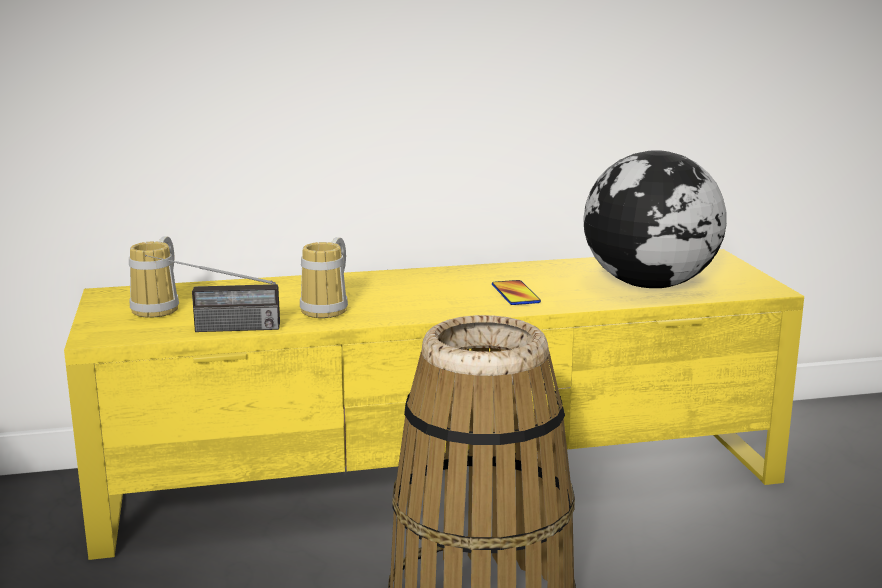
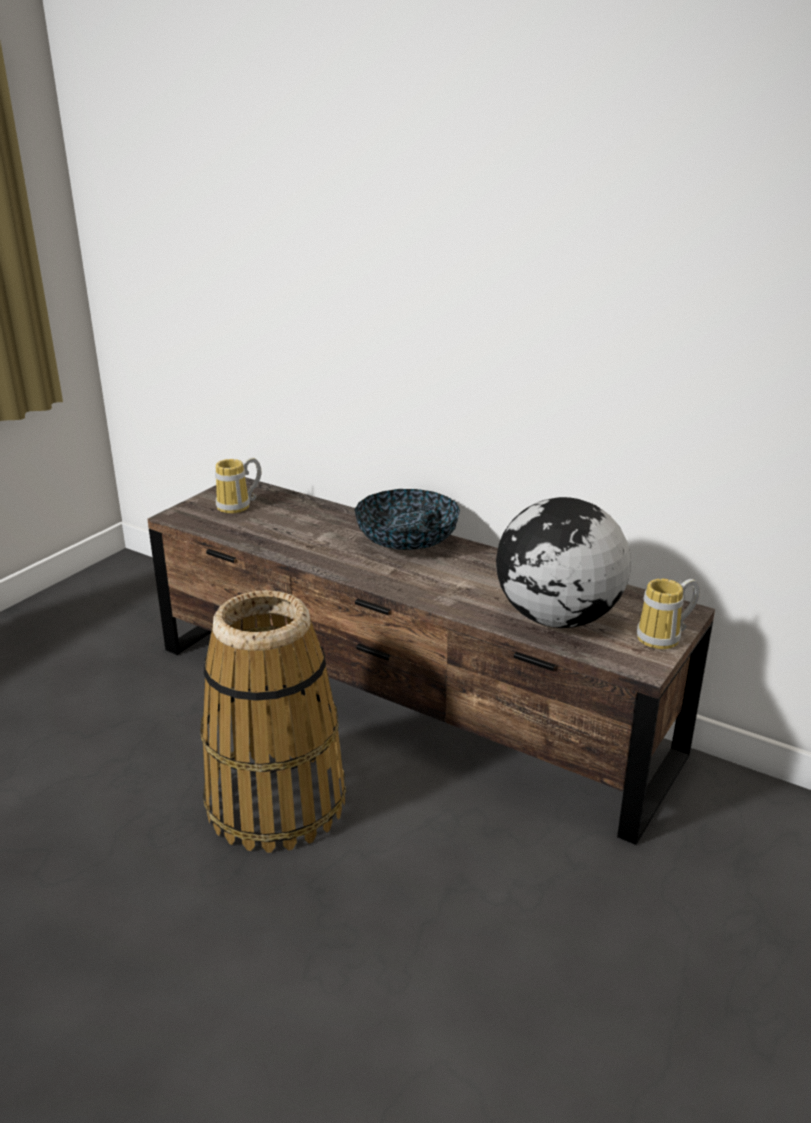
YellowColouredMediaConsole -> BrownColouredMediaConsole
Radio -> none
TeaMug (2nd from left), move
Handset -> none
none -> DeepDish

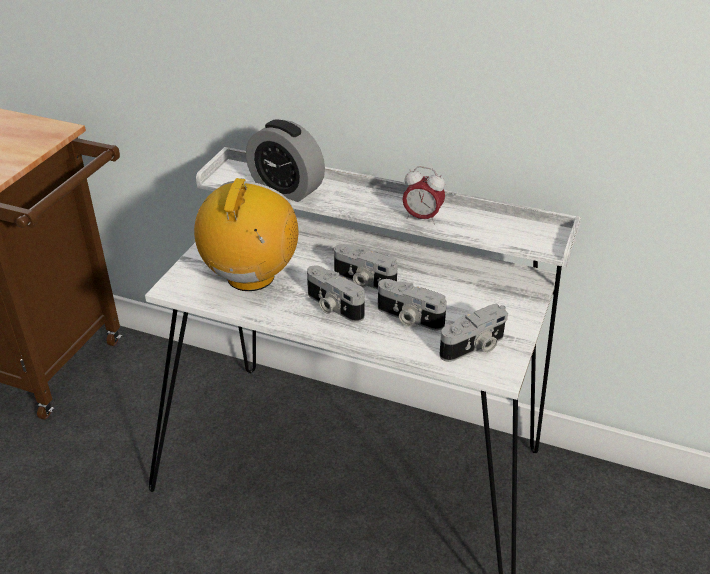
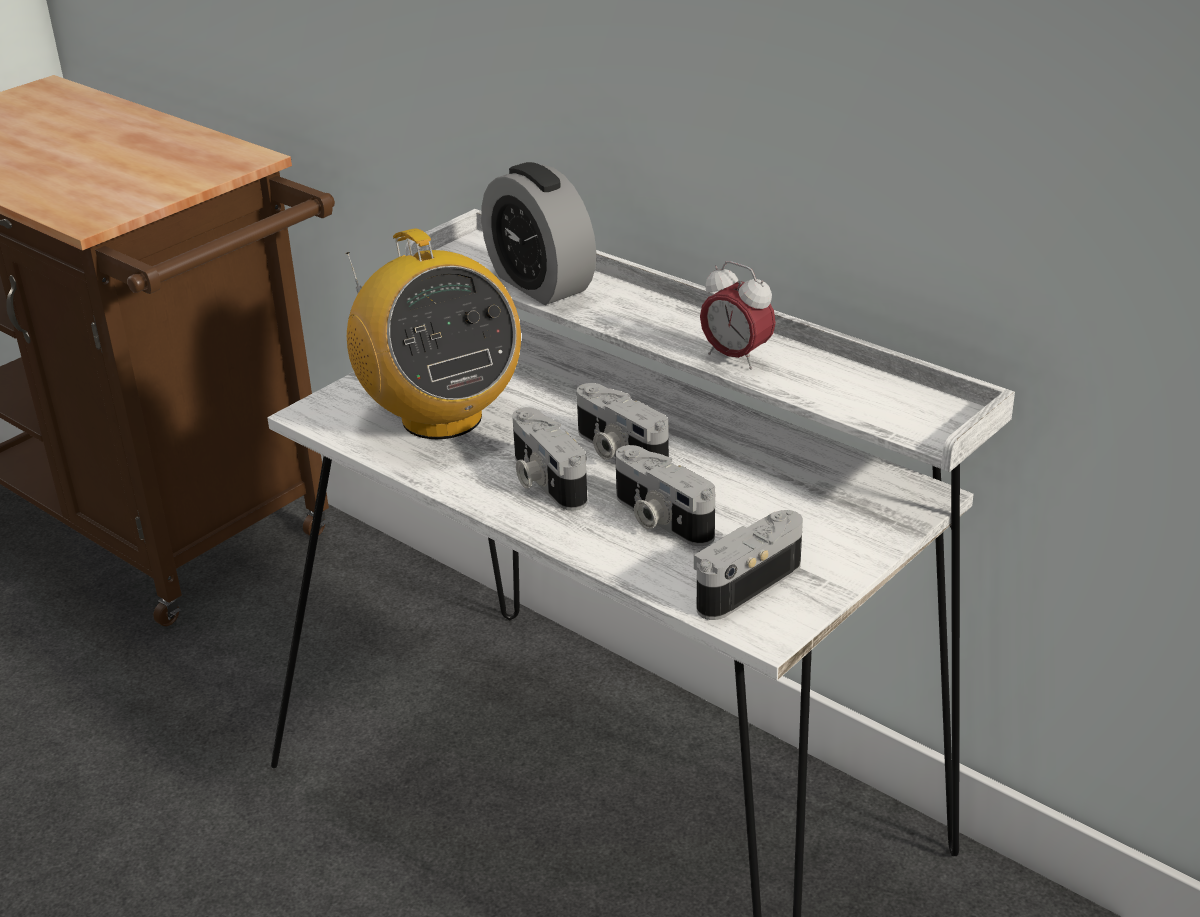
Radio, 120 degrees clockwise
PhotoCamera (4th from left), 150 degrees clockwise

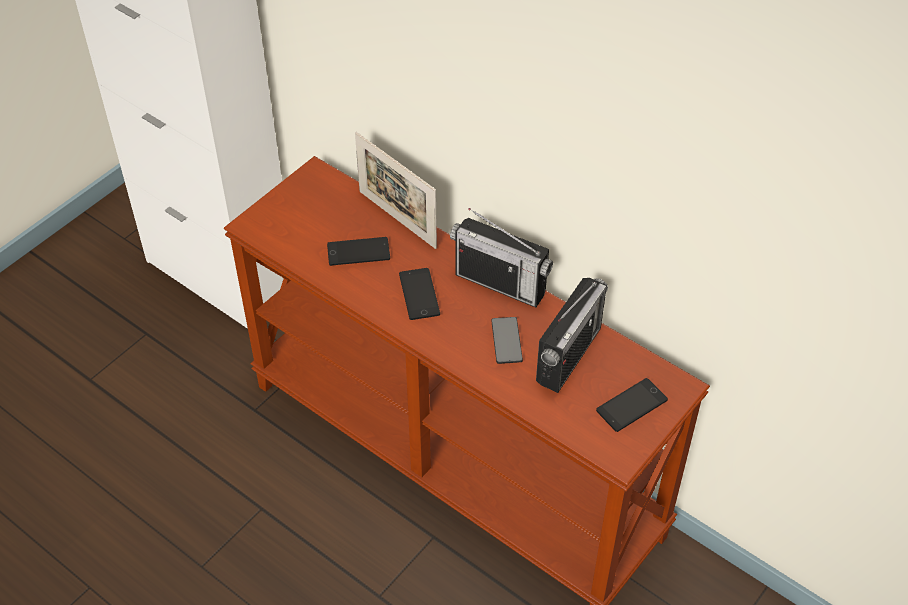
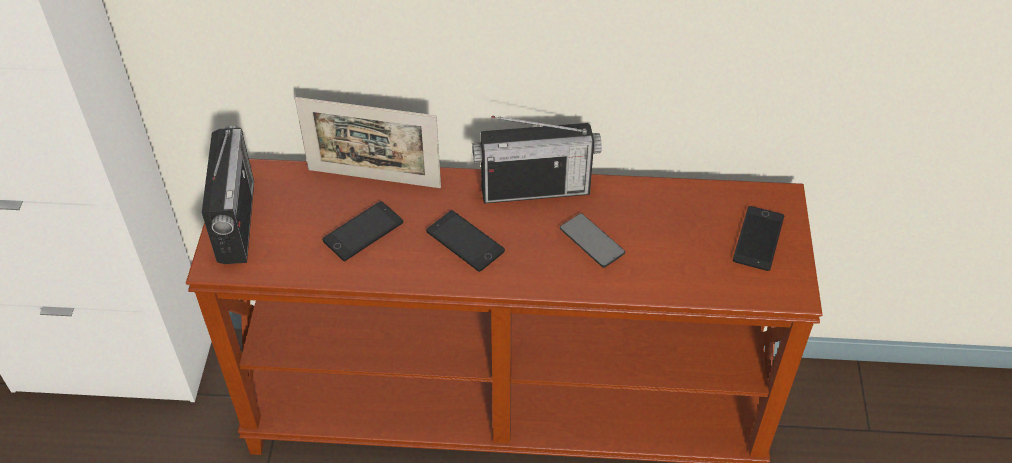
Radio (2nd from left in the first image) -> Radio (1st from left), move

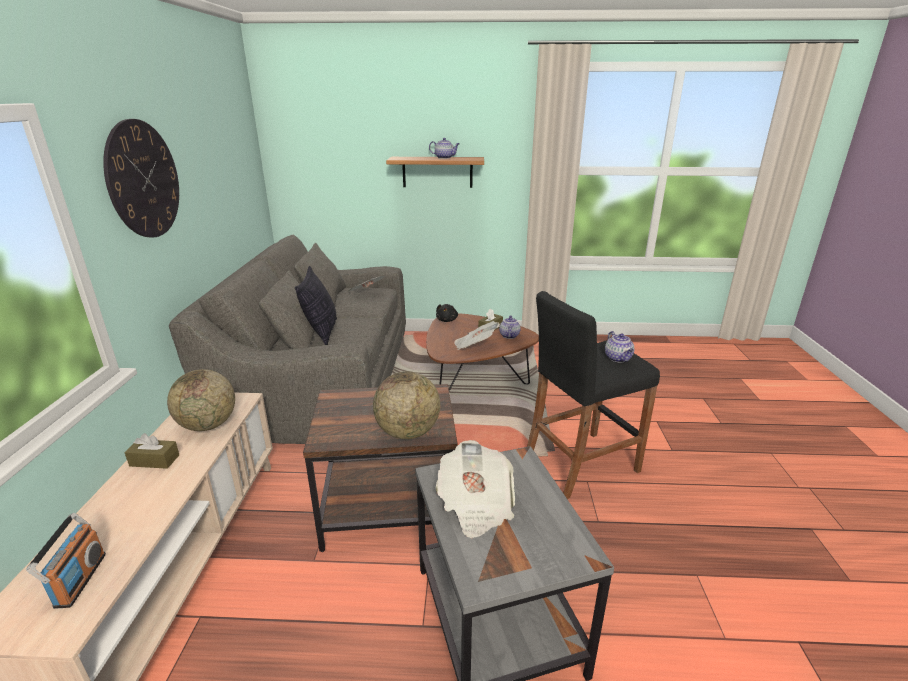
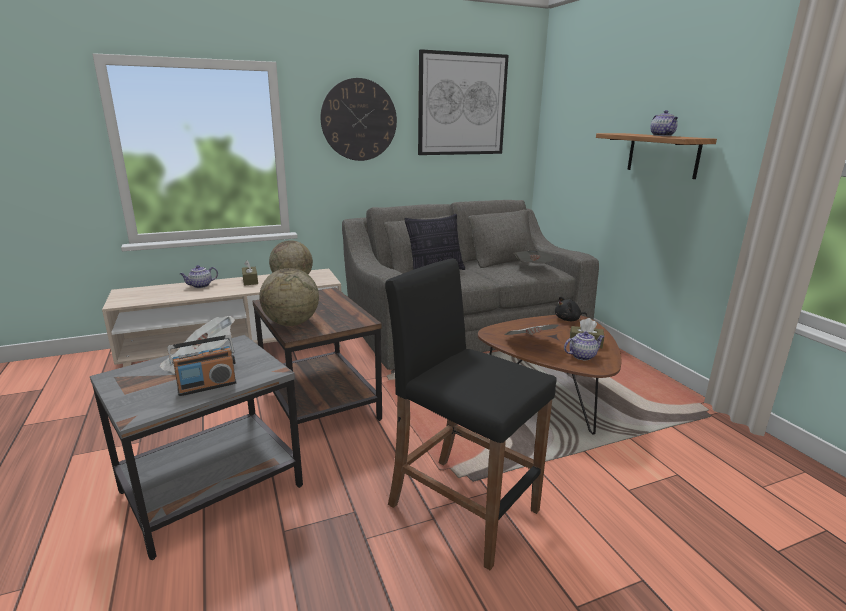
Radio, move
TeaPot (3rd from left in the first image) -> TeaPot (1st from left), move
none -> Picture

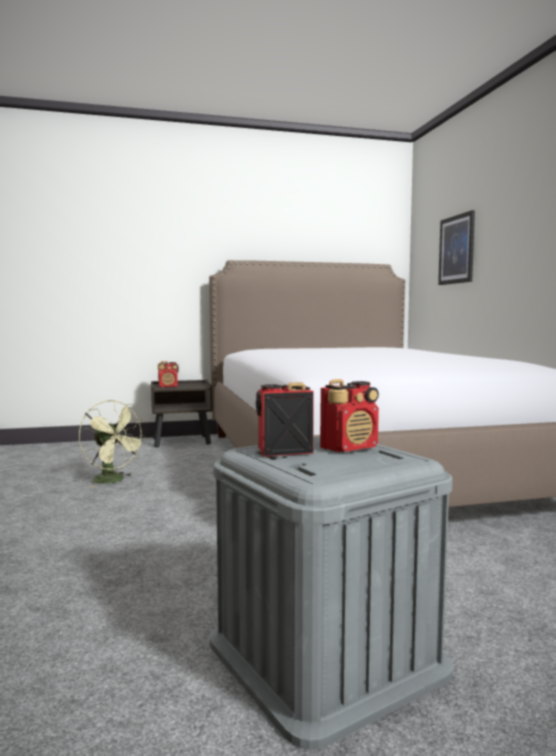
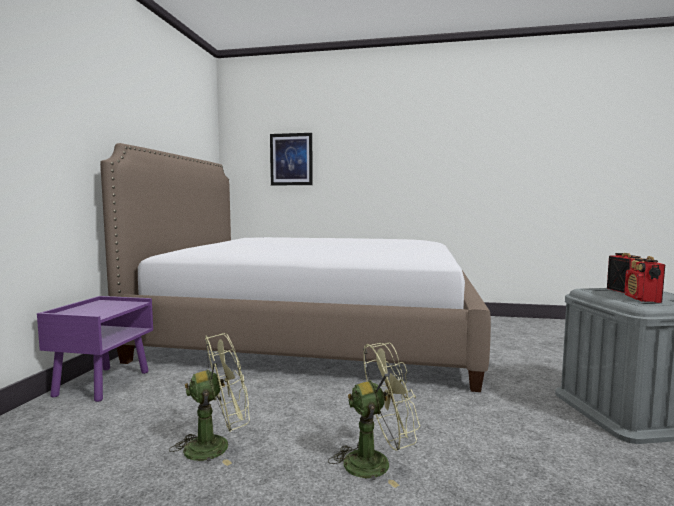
BrownColouredNightstand -> PurplishNightstand
Radio (1st from left) -> none
none -> GreenishFan (2nd from left)

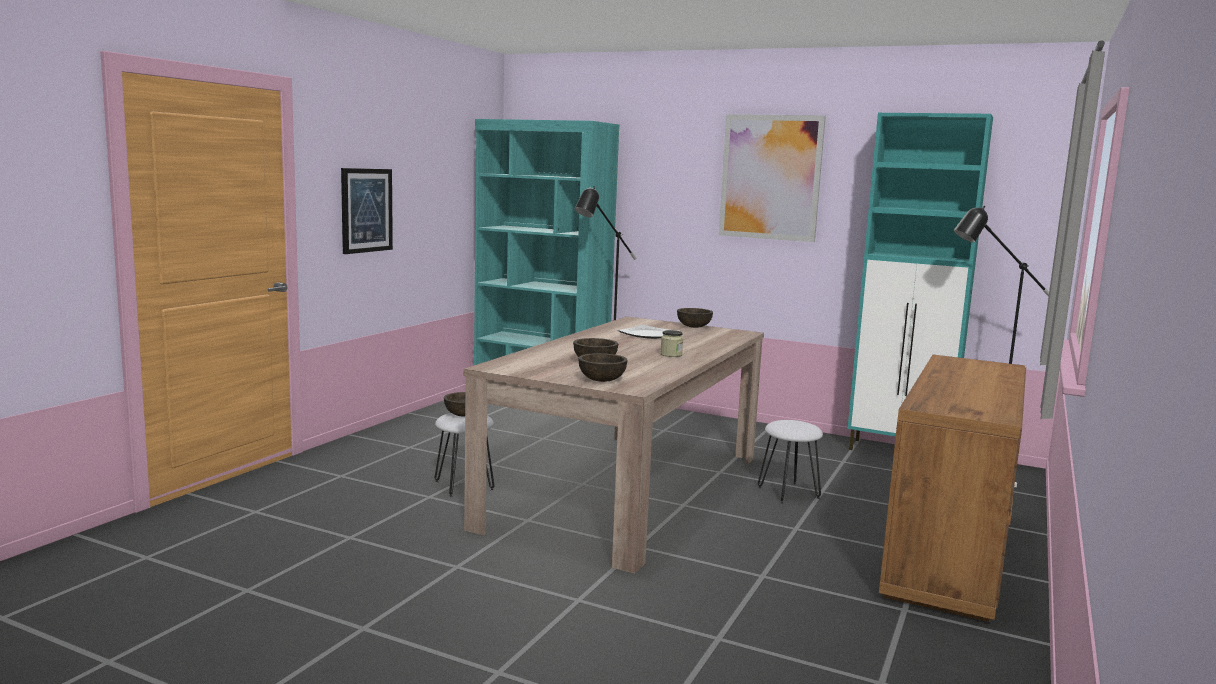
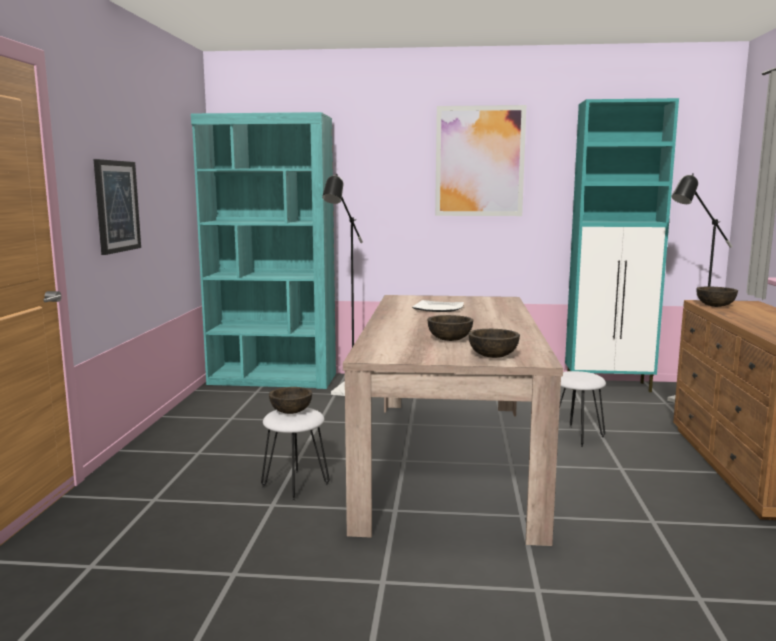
StorageJar -> none
BrownColouredDeepDish (4th from left), move

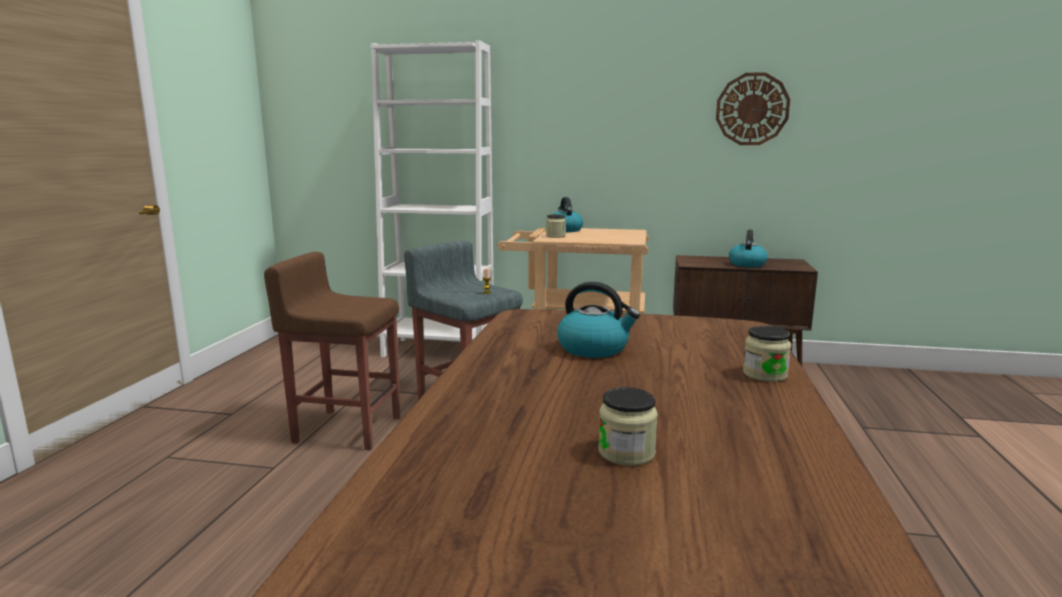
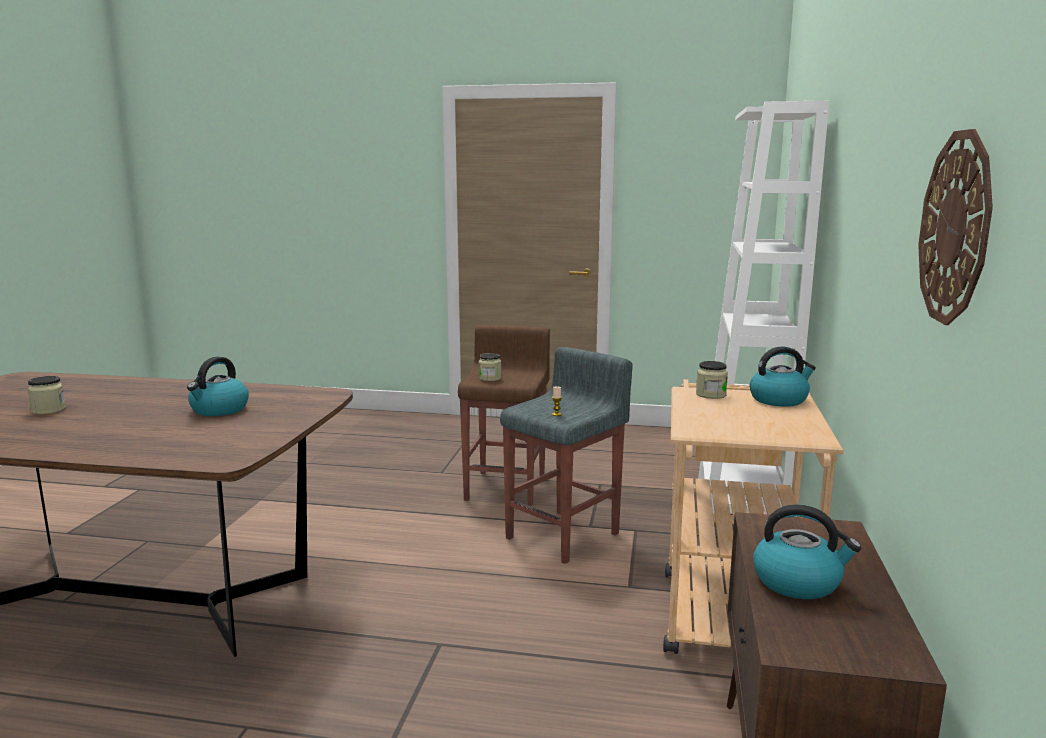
StorageJar (3rd from left in the first image) -> StorageJar (2nd from left), move

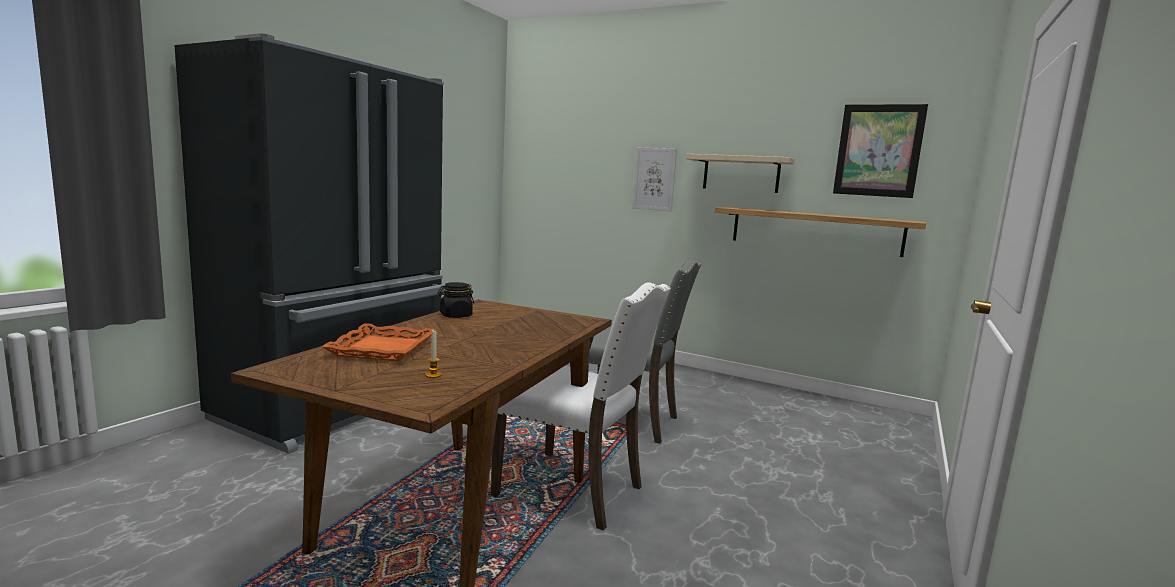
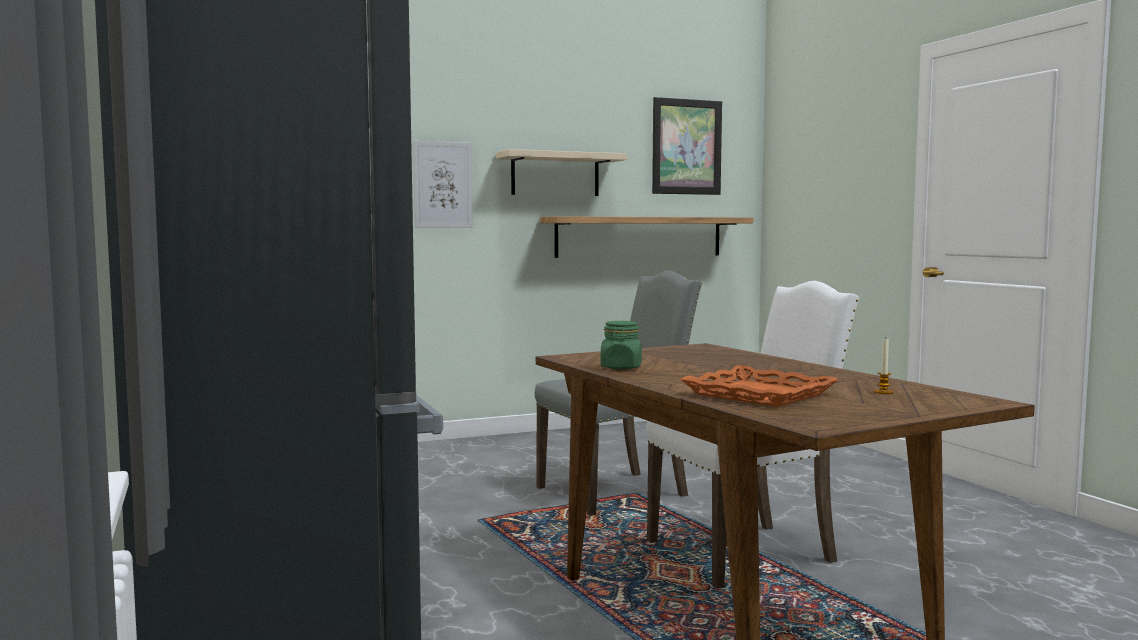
BlackStorageJar -> GreenishStorageJar

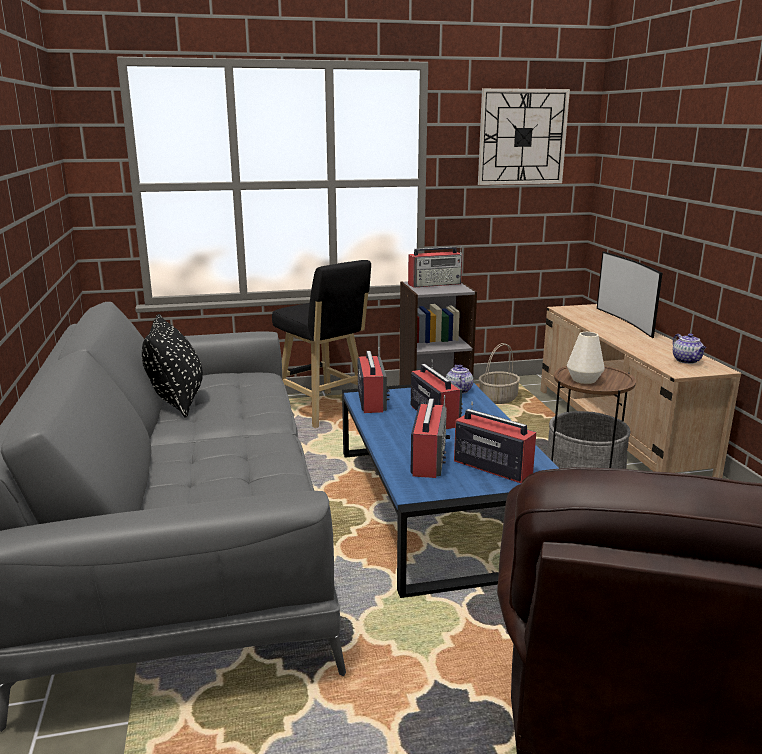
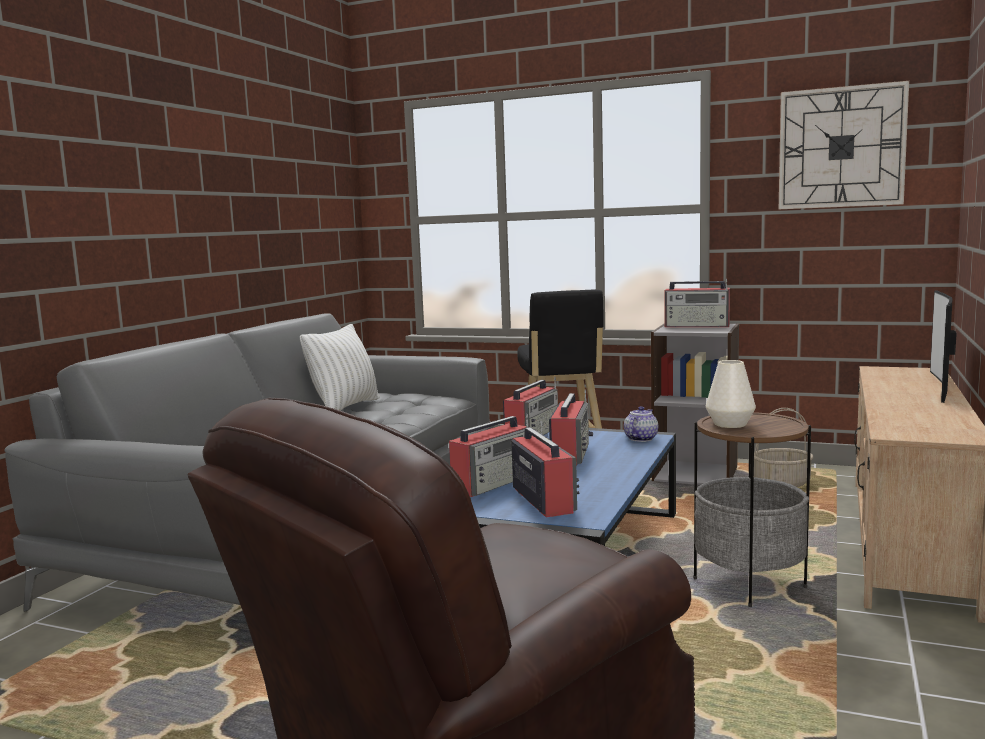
BlackPillow -> WhitePillow
TeaPot (2nd from left) -> none

